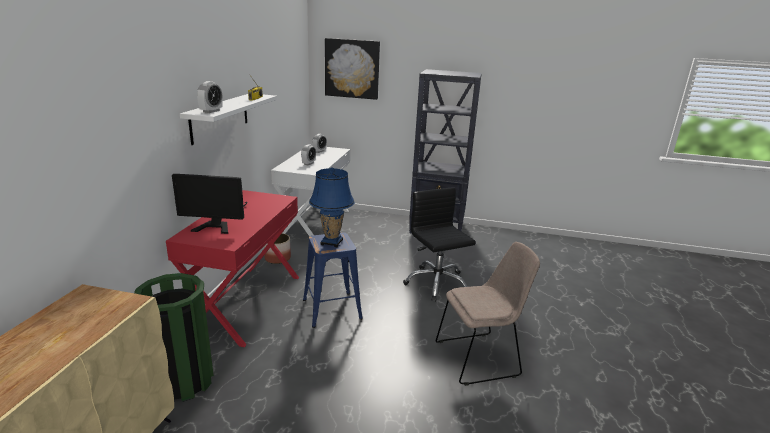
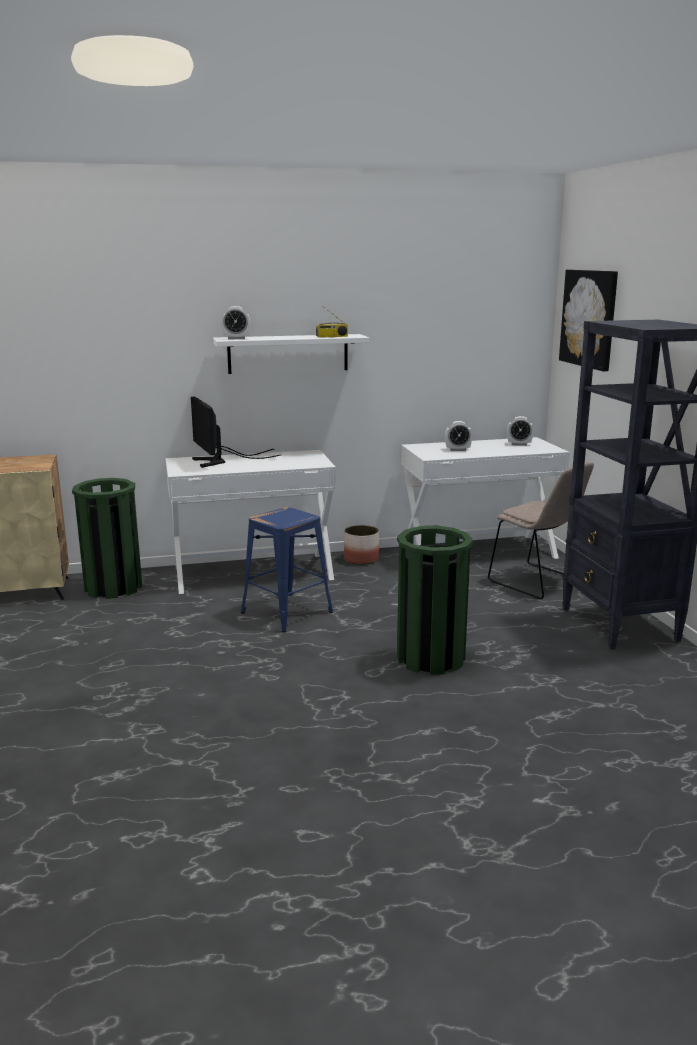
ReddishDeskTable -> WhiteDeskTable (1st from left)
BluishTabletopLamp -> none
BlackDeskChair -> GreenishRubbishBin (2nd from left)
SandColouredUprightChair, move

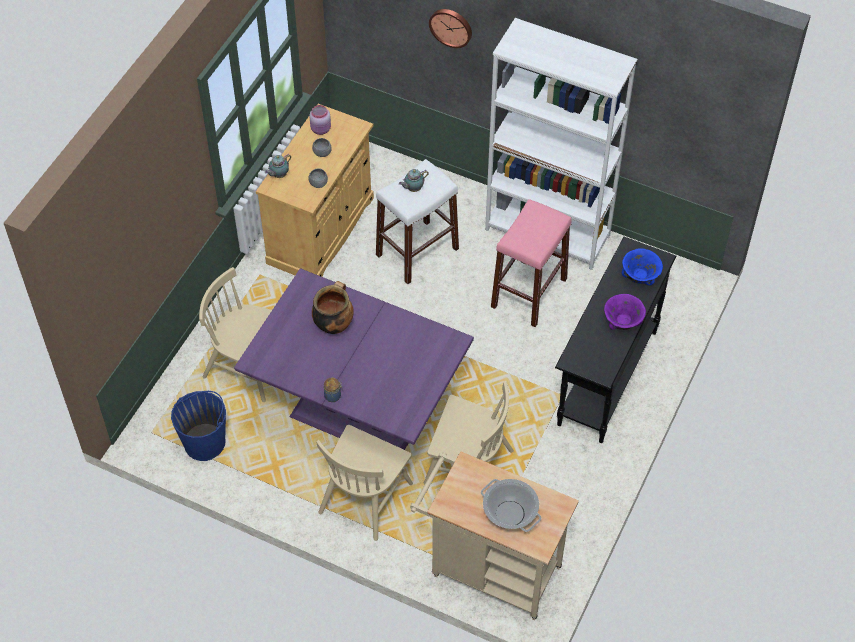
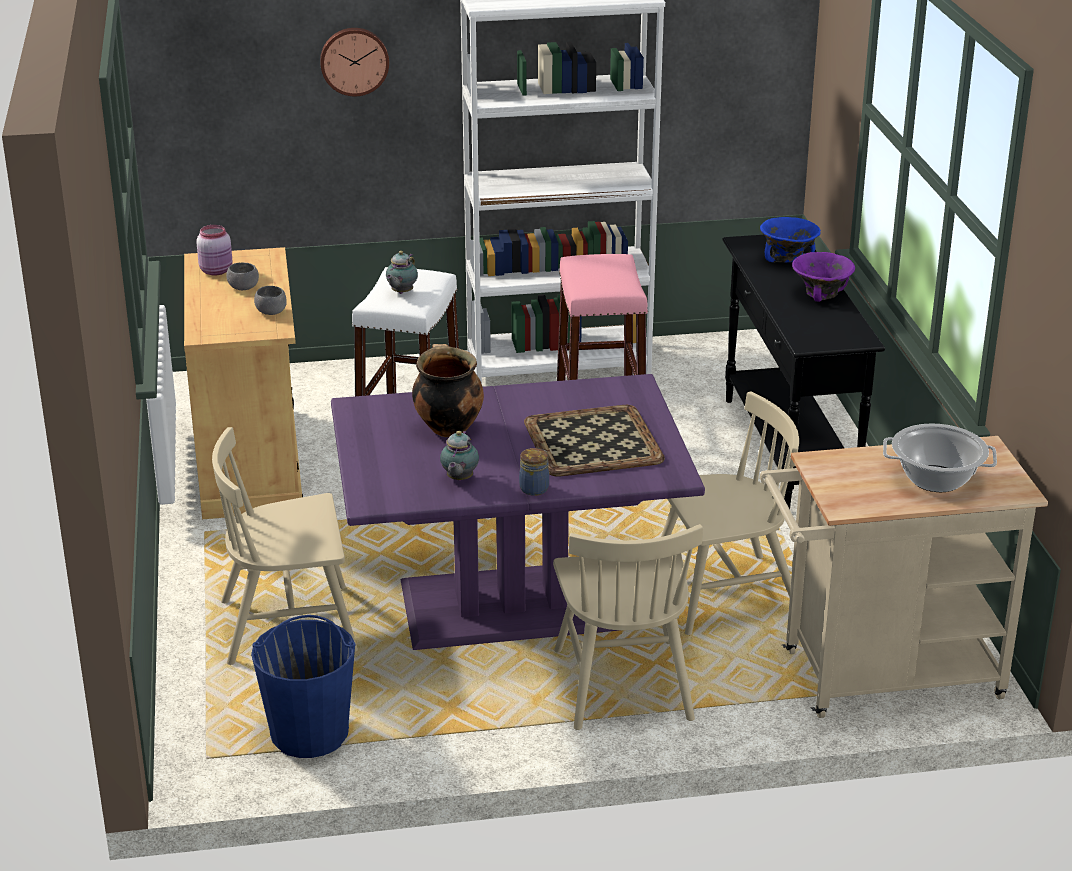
TeaPot (1st from left in the first image) -> TeaPot (2nd from left), move
none -> Tray

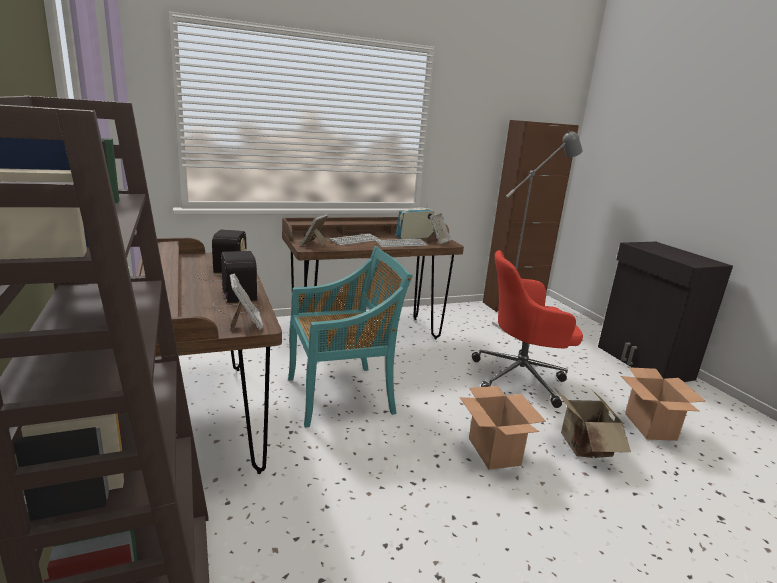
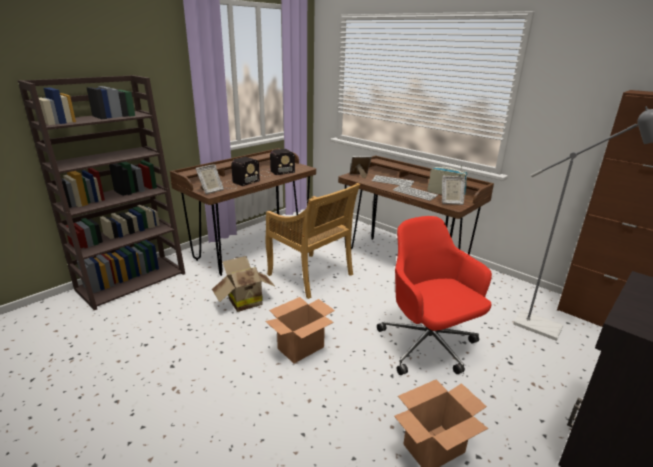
TurquoiseUprightChair -> SandColouredUprightChair
PackingBox (2nd from left in the first image) -> PackingBox (1st from left), move

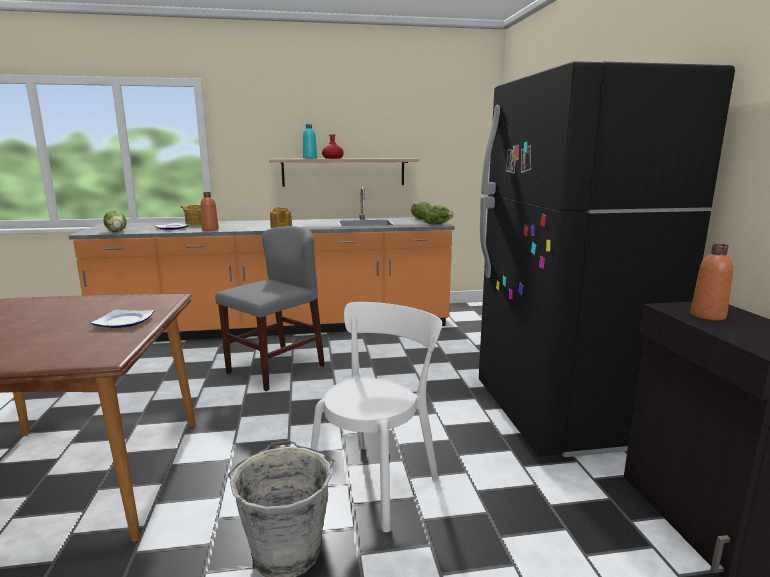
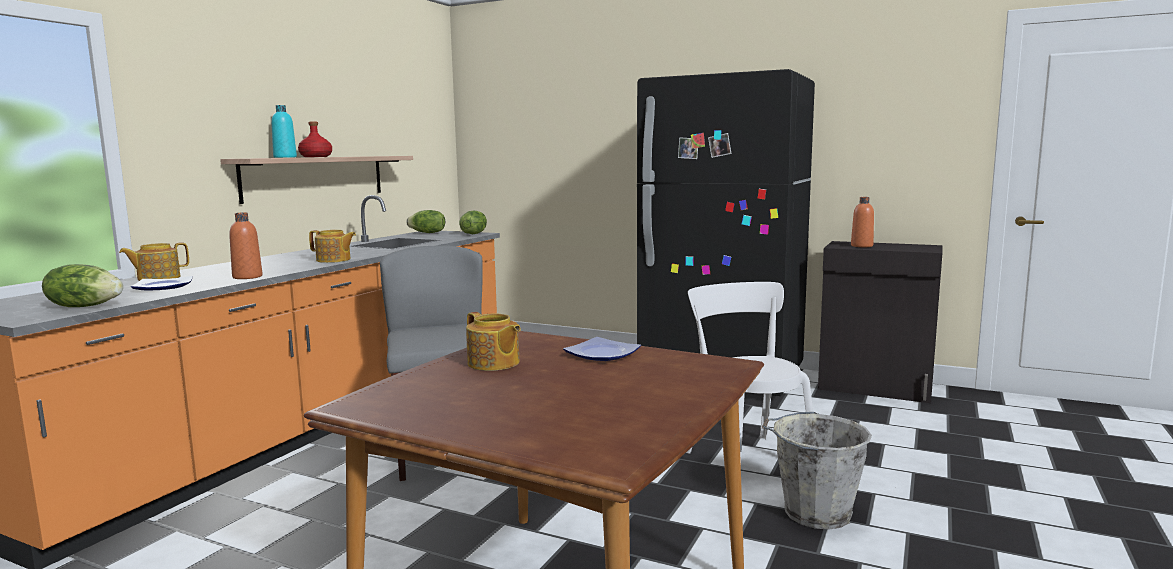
none -> TeaPot (3rd from left)

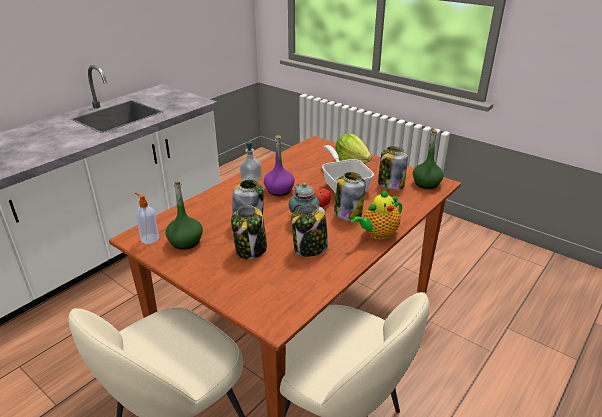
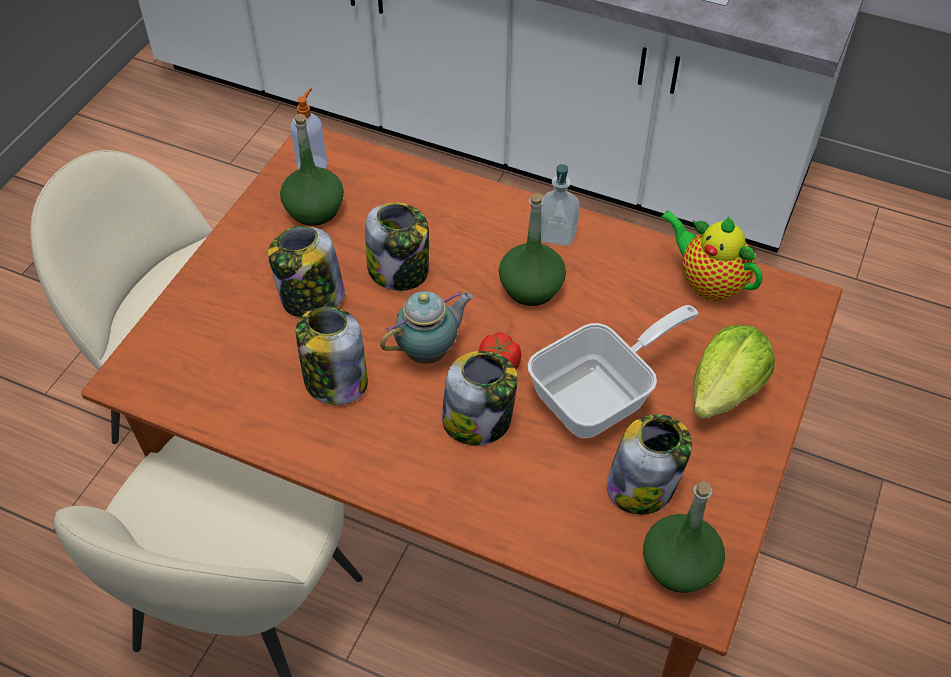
PurplishBeverageBottle -> GreenishBeverageBottle (2nd from left)
TeaPot (2nd from left), move

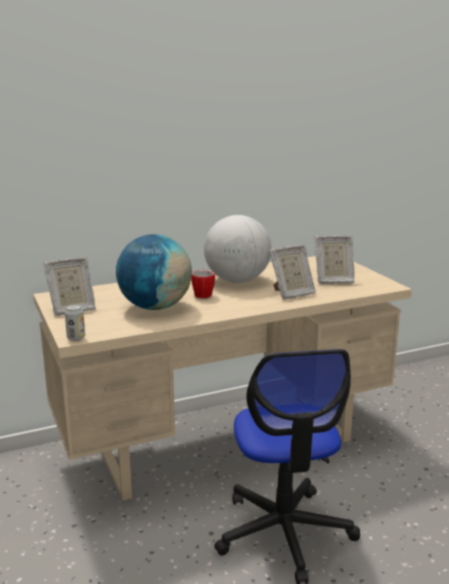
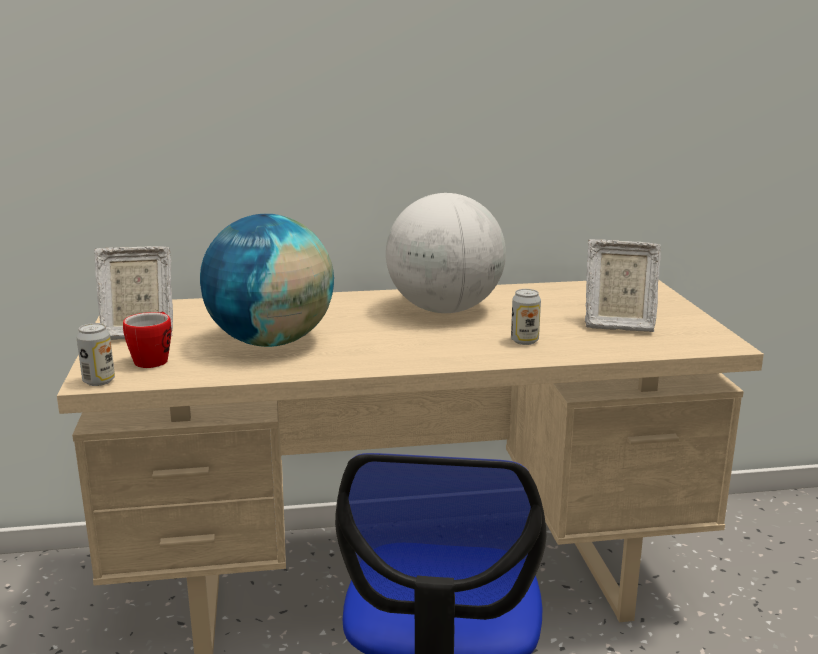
TeaMug, move
PhotoFrame (2nd from left) -> SealedCan (2nd from left)

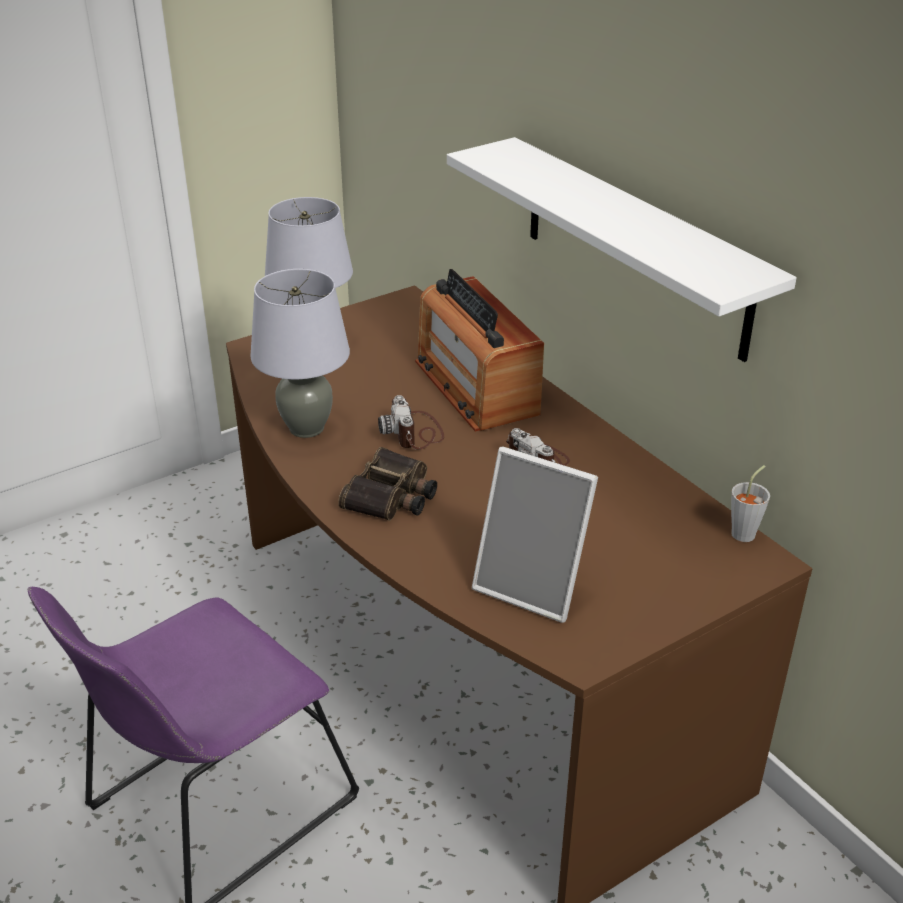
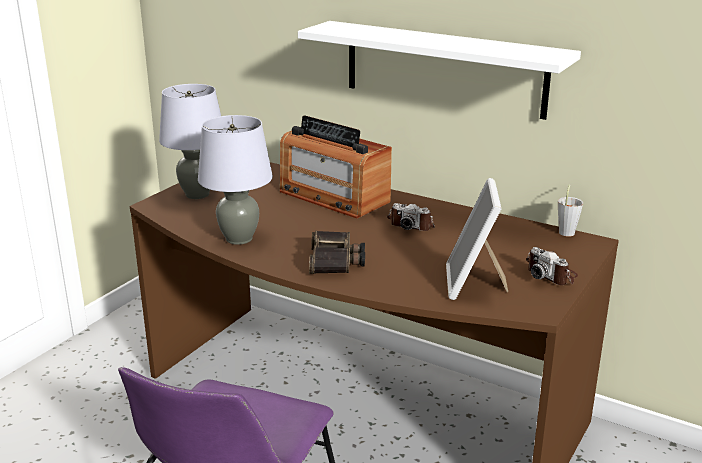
PhotoCamera (1st from left in the first image) -> PhotoCamera (2nd from left), move
PhotoFrame, 90 degrees clockwise

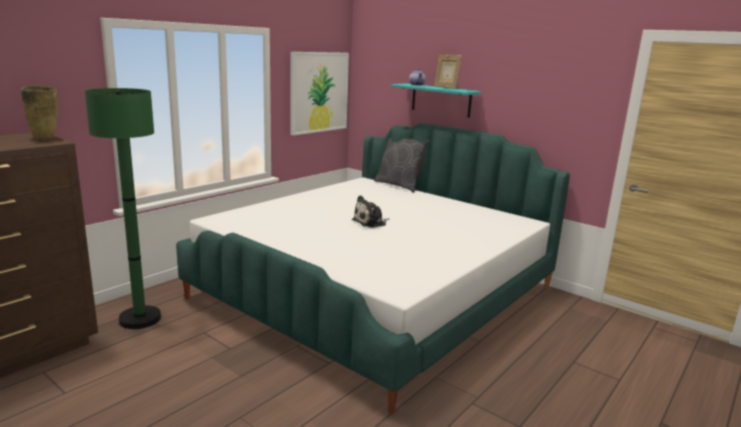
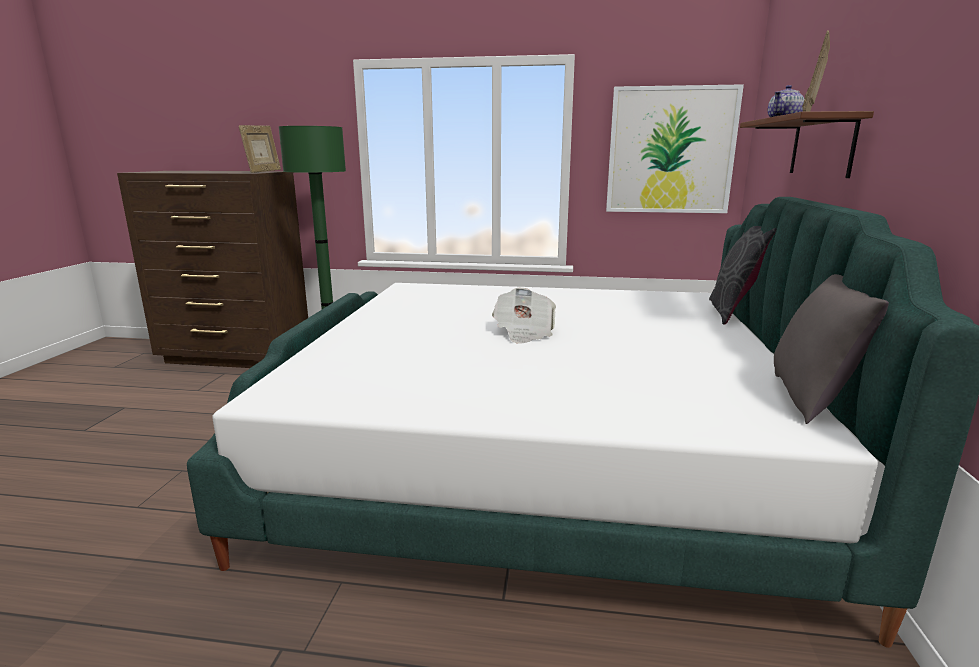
SandColouredVase -> PhotoFrame (1st from left)
SoftToy -> Newspaper
TurquoiseBracketShelf -> BrownColouredBracketShelf
none -> GreyPillow (2nd from left)

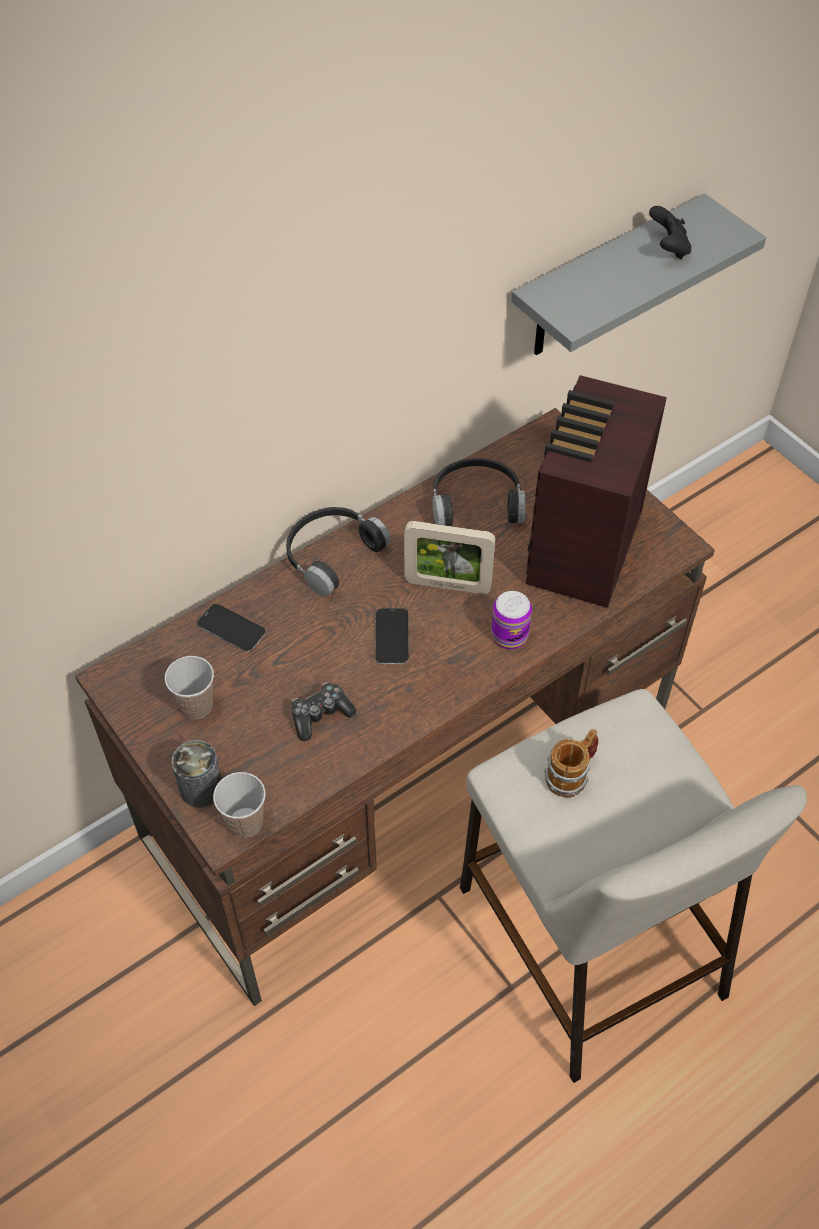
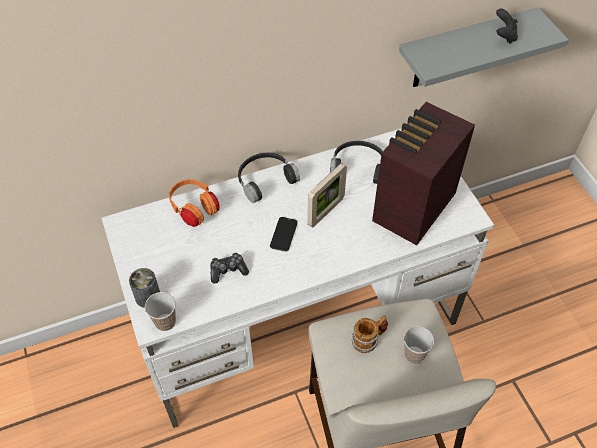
BrownColouredDeskTable -> WhiteDeskTable
DrinkingCup (1st from left in the first image) -> DrinkingCup (2nd from left), move
Handset (1st from left) -> OrangePairOfHeadphones
PhotoFrame, 75 degrees counterclockwise
SealedCan (2nd from left) -> none

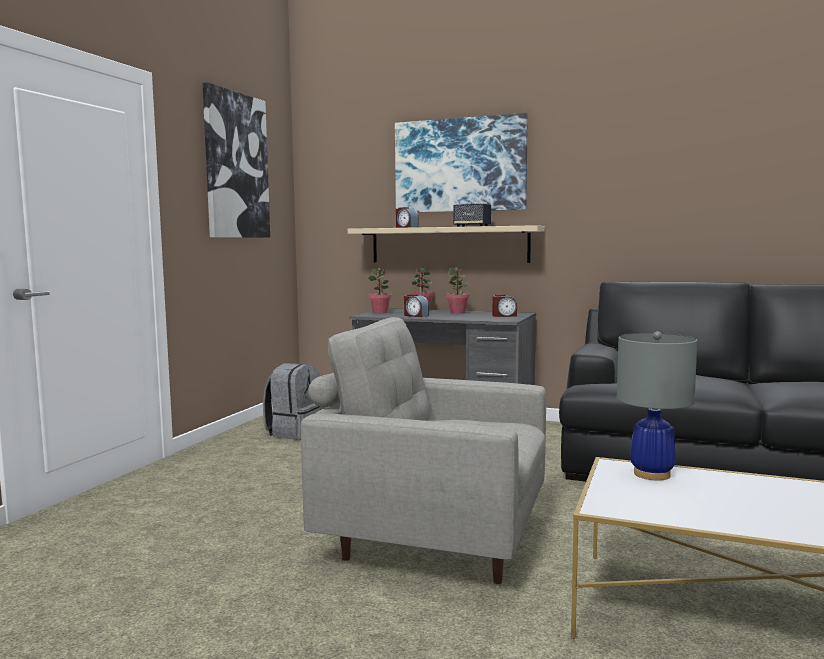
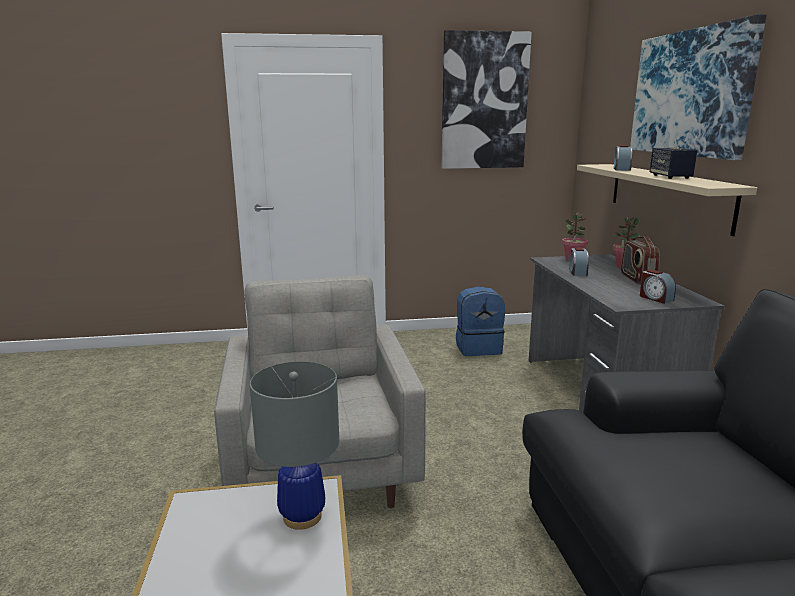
GreyBackpack -> BluishBackpack
PlantInAPot (3rd from left) -> Radio

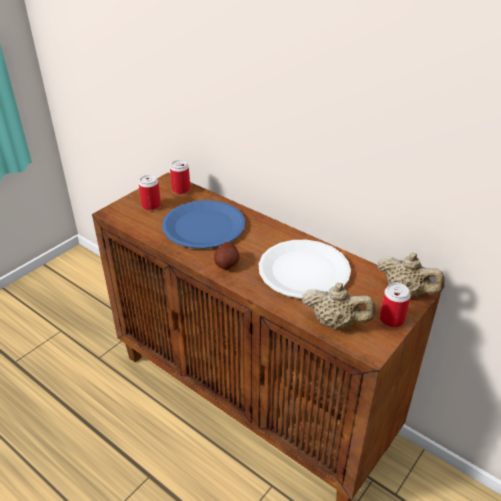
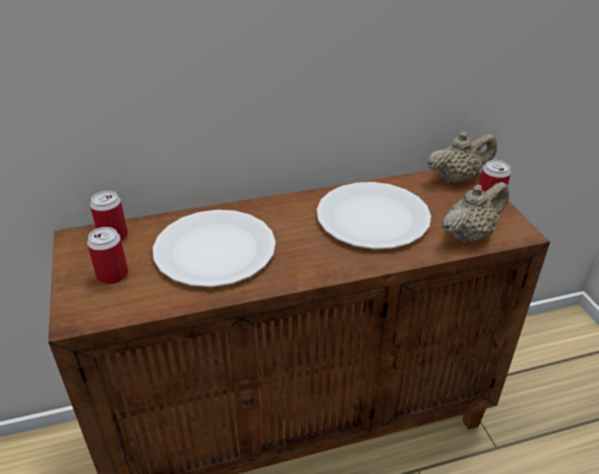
BluishDinnerPlate -> WhiteDinnerPlate (1st from left)
Spud -> none

